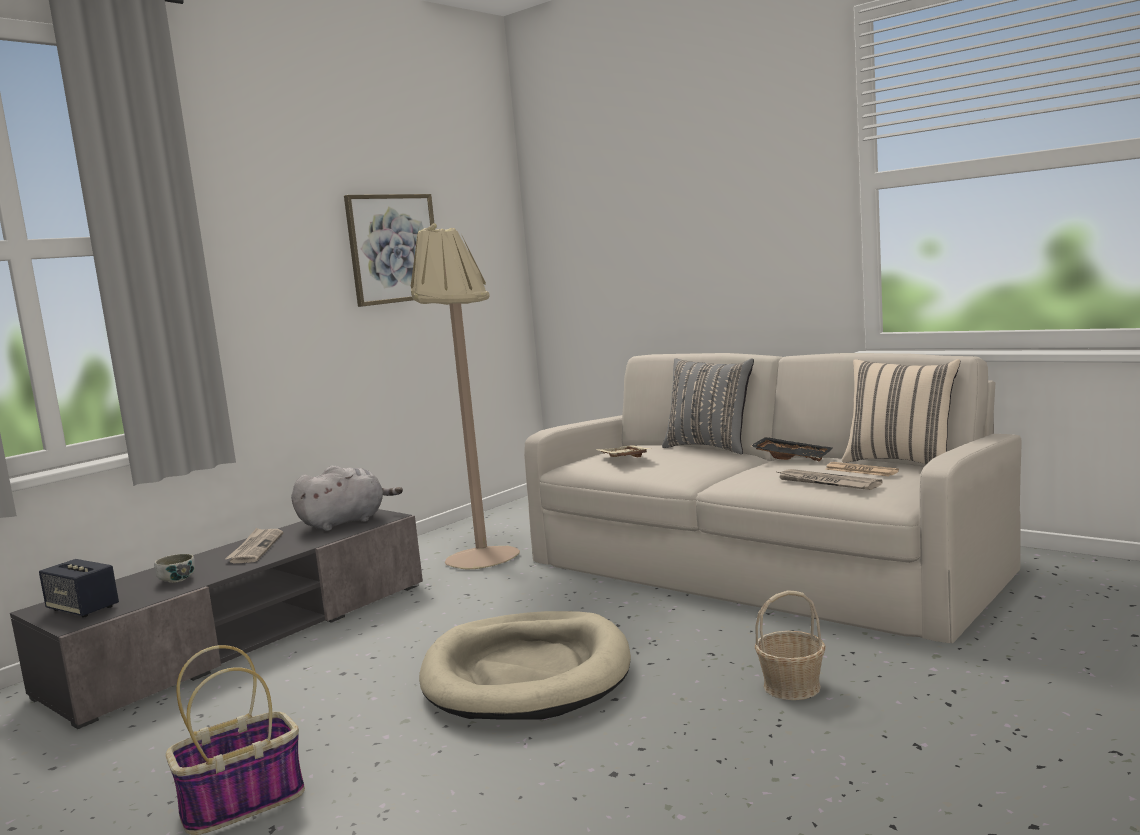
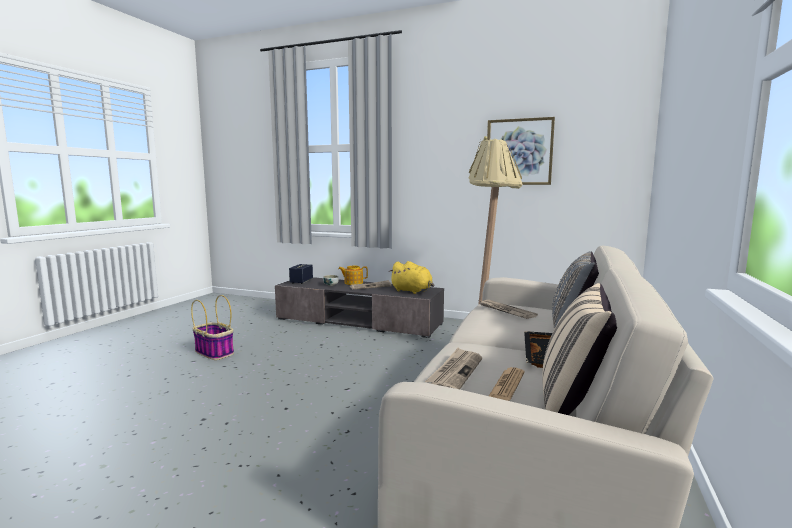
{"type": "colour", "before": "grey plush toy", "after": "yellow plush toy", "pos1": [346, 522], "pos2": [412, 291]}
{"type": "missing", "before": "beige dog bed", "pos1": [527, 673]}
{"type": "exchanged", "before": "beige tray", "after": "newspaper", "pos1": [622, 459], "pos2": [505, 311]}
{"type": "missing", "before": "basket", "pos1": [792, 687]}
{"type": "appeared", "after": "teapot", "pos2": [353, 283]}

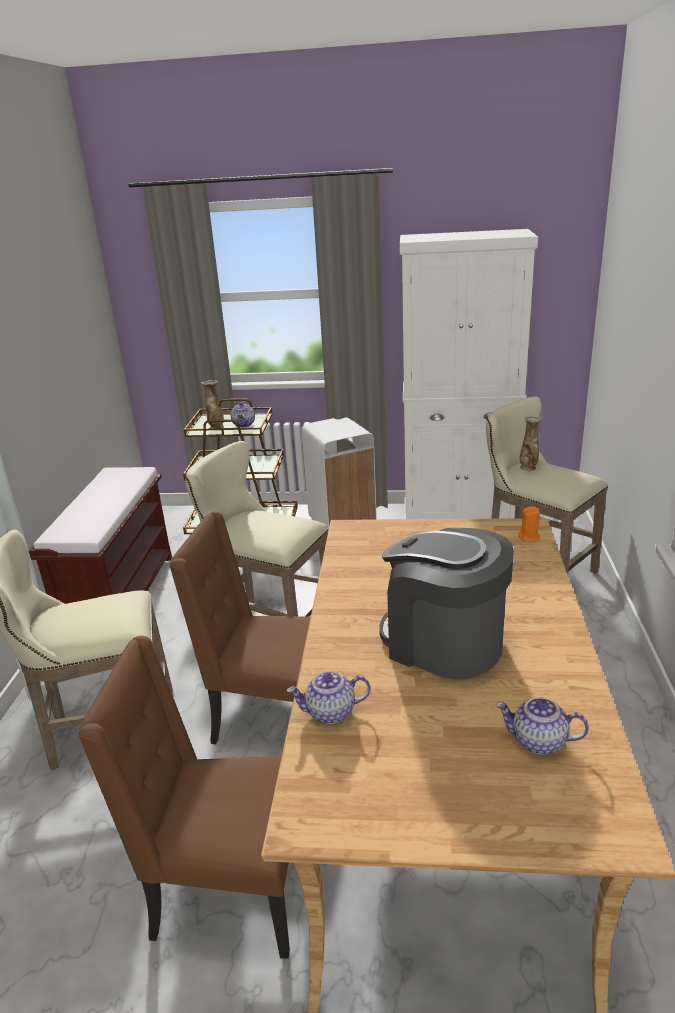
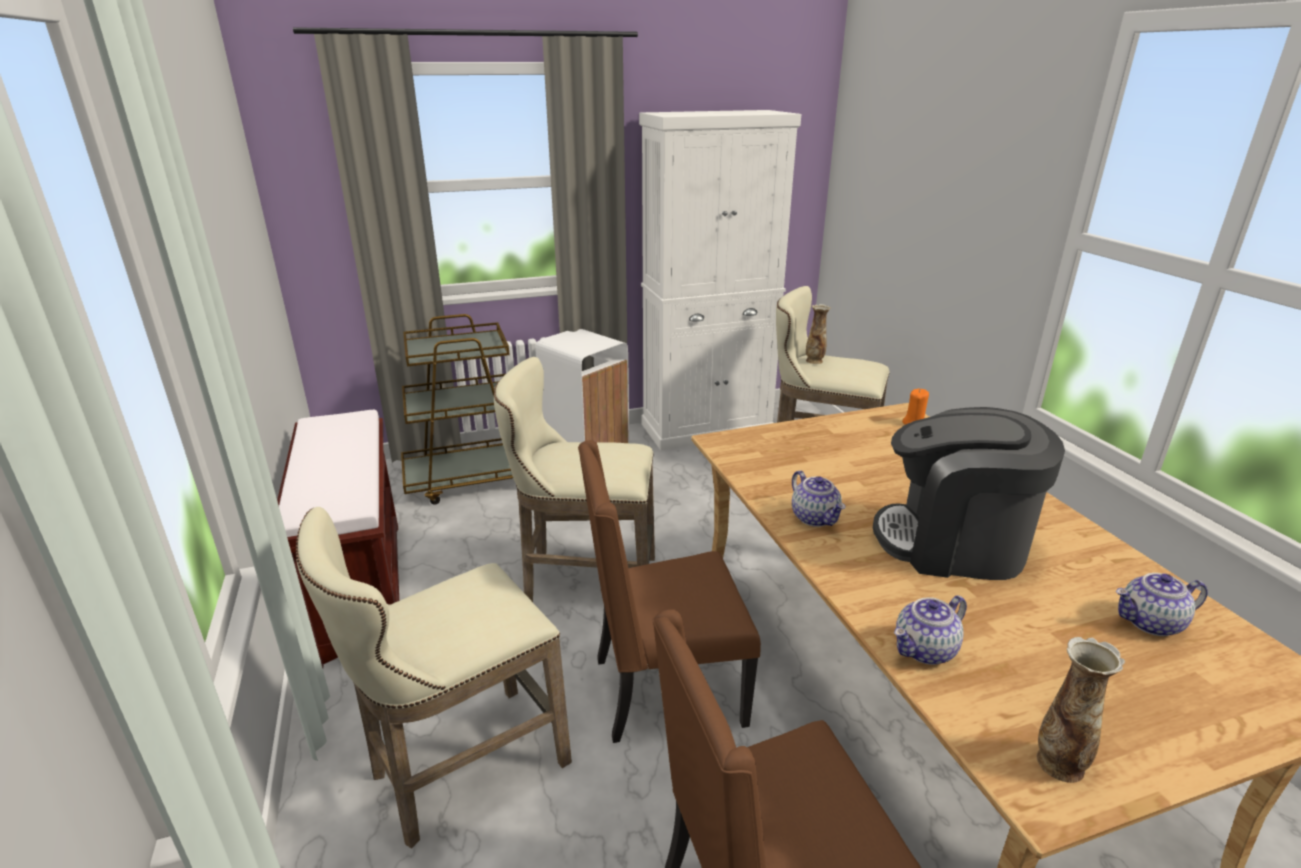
{"type": "relocated", "before": "vase", "pos1": [216, 427], "pos2": [1058, 764]}
{"type": "relocated", "before": "teapot", "pos1": [244, 424], "pos2": [815, 518]}

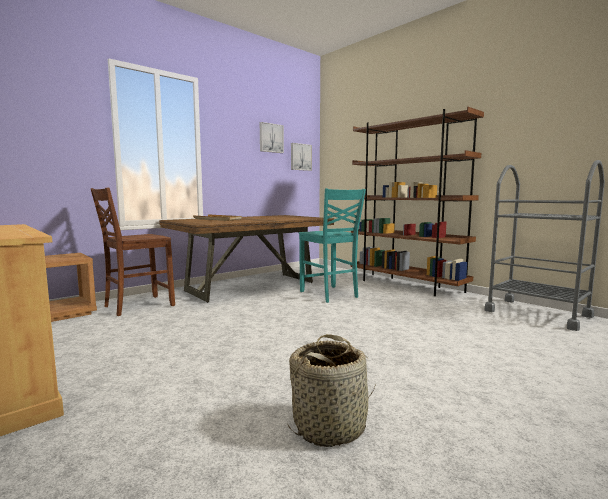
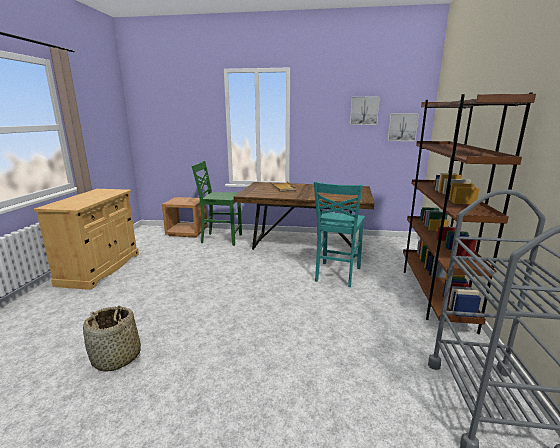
{"type": "colour", "before": "brown chair", "after": "green chair", "pos1": [137, 306], "pos2": [221, 239]}

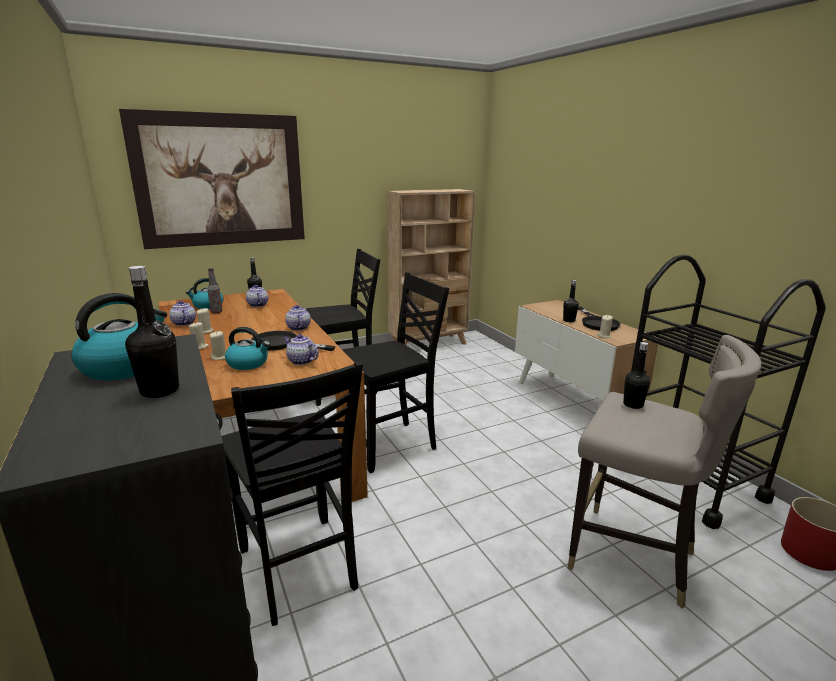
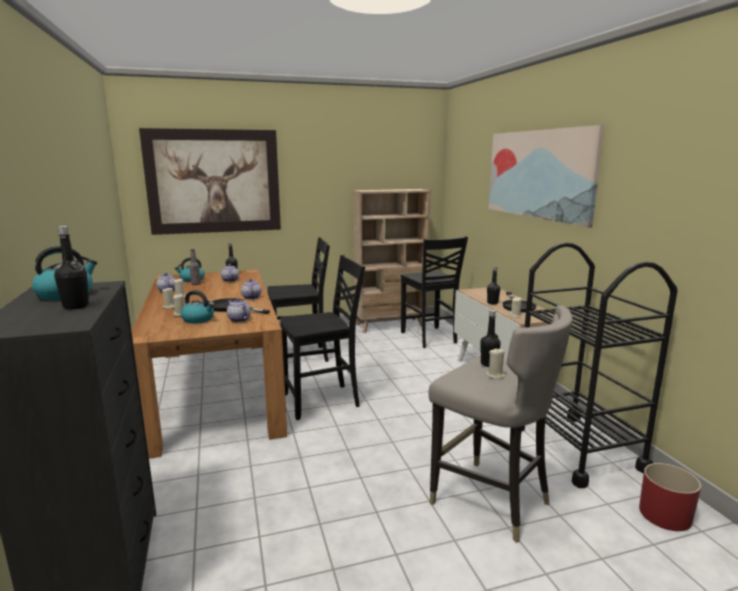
{"type": "relocated", "before": "black chair", "pos1": [299, 570], "pos2": [429, 338]}
{"type": "appeared", "after": "beige candle", "pos2": [495, 375]}
{"type": "appeared", "after": "picture", "pos2": [538, 174]}

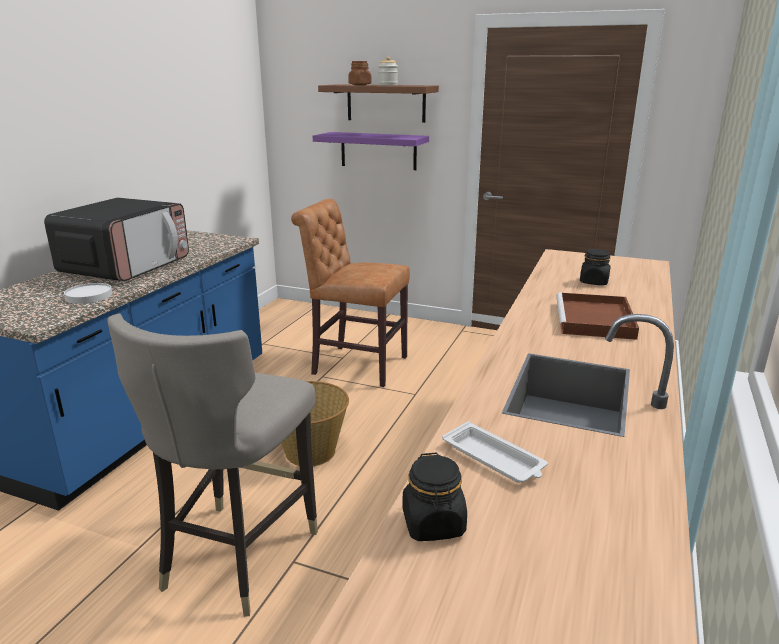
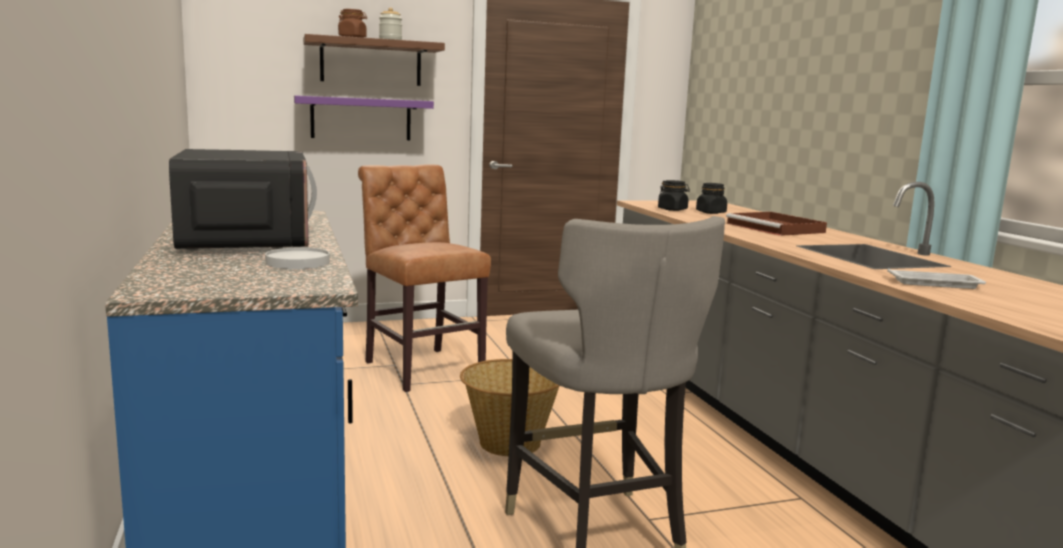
{"type": "spun", "before": "brown chair", "pos1": [355, 365], "pos2": [421, 367], "turn": 75}
{"type": "relocated", "before": "black jar", "pos1": [433, 524], "pos2": [672, 209]}

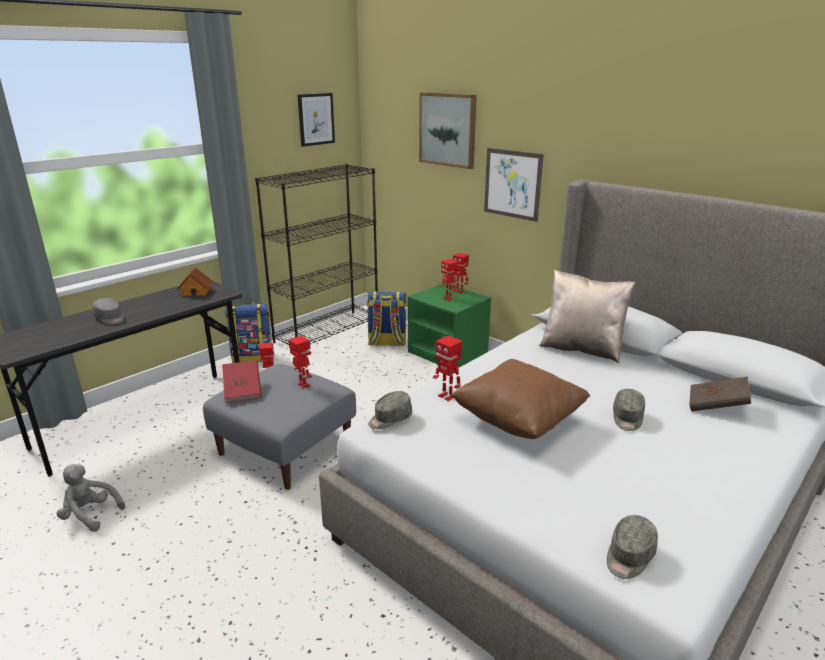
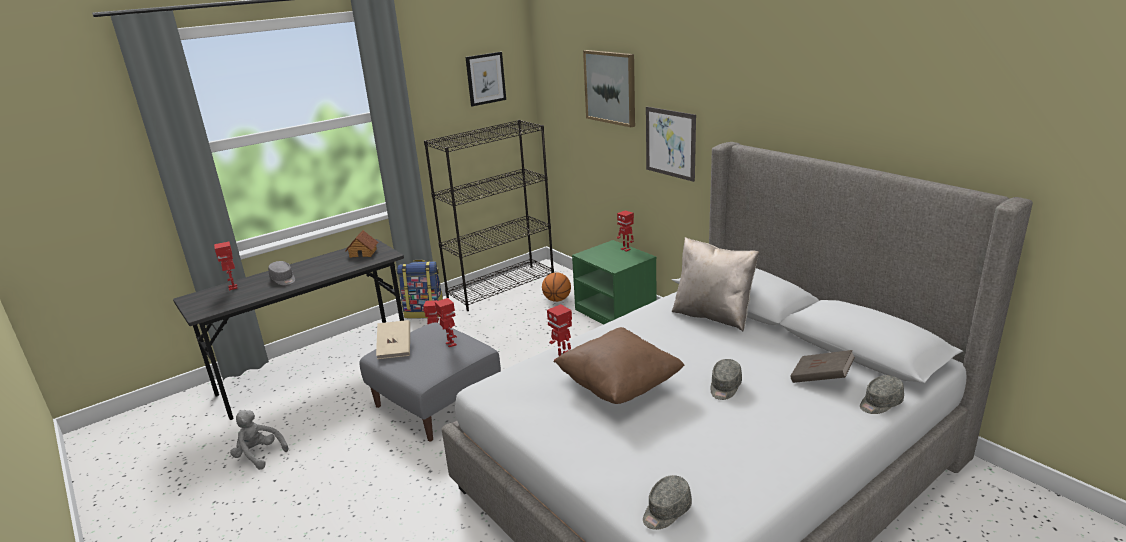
{"type": "colour", "before": "red book", "after": "beige book", "pos1": [243, 391], "pos2": [395, 348]}
{"type": "exchanged", "before": "backpack", "after": "basketball", "pos1": [387, 343], "pos2": [557, 300]}
{"type": "relocated", "before": "grey cap", "pos1": [389, 419], "pos2": [880, 403]}
{"type": "relocated", "before": "toy robot", "pos1": [448, 298], "pos2": [233, 287]}

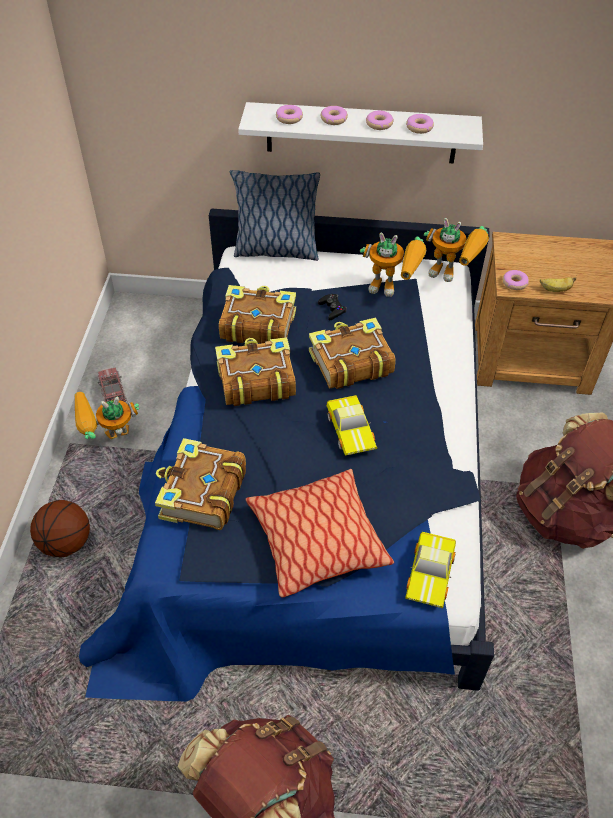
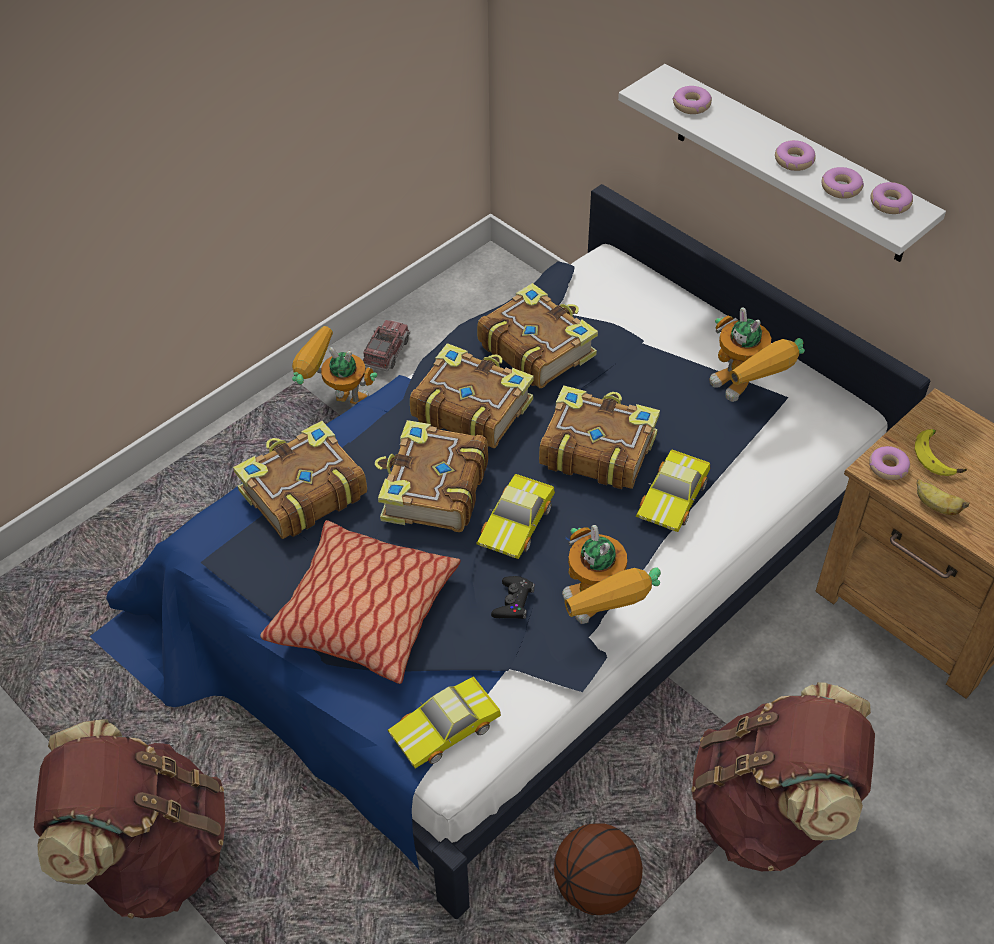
{"type": "relocated", "before": "basketball", "pos1": [66, 542], "pos2": [596, 885]}
{"type": "missing", "before": "pillow", "pos1": [275, 250]}
{"type": "relocated", "before": "black game controller", "pos1": [332, 309], "pos2": [513, 602]}
{"type": "relocated", "before": "donut", "pos1": [333, 119], "pos2": [890, 203]}
{"type": "relocated", "before": "toy robot", "pos1": [453, 274], "pos2": [599, 614]}
{"type": "appeared", "after": "book", "pos2": [432, 490]}
{"type": "appeared", "after": "toy car", "pos2": [674, 498]}
{"type": "appeared", "after": "banana", "pos2": [938, 457]}

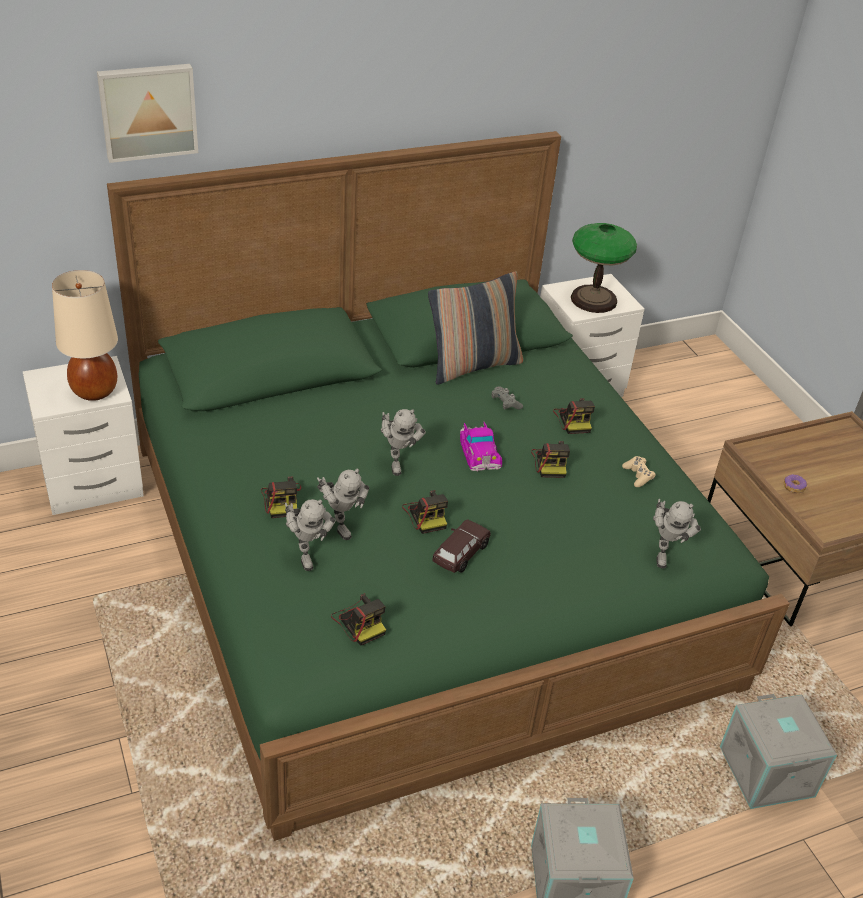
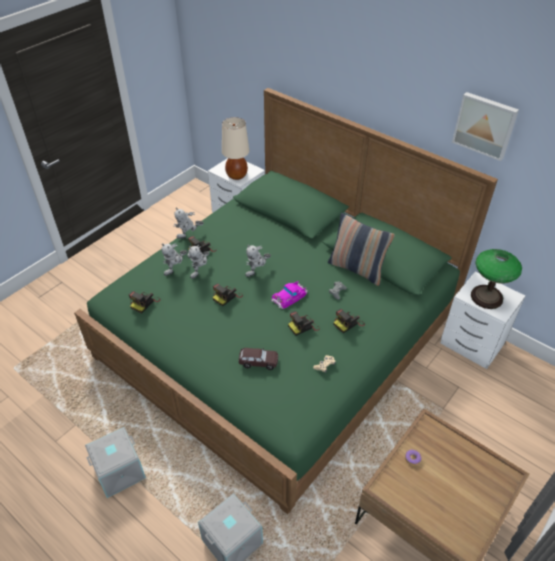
{"type": "relocated", "before": "picture", "pos1": [148, 111], "pos2": [485, 125]}
{"type": "relocated", "before": "brown toy car", "pos1": [460, 554], "pos2": [258, 362]}
{"type": "relocated", "before": "toy robot", "pos1": [664, 552], "pos2": [189, 237]}

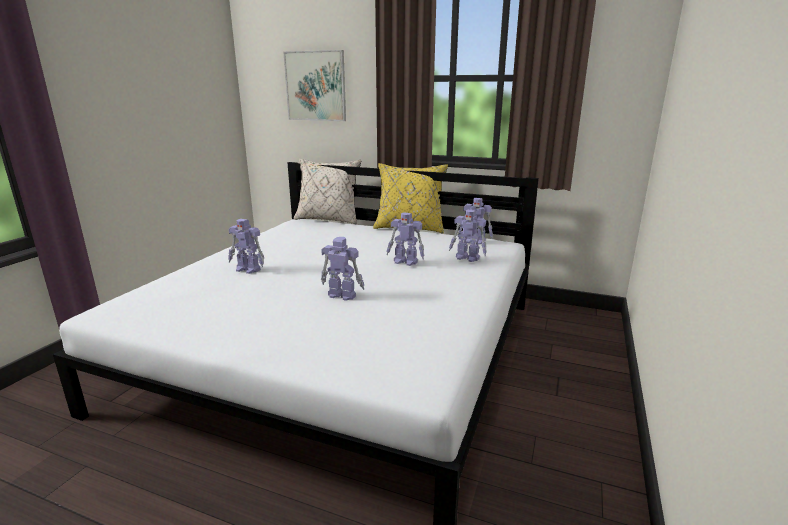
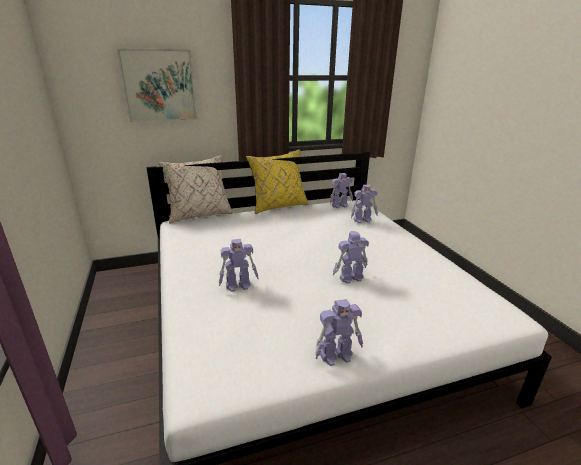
{"type": "relocated", "before": "toy robot", "pos1": [406, 262], "pos2": [337, 356]}

